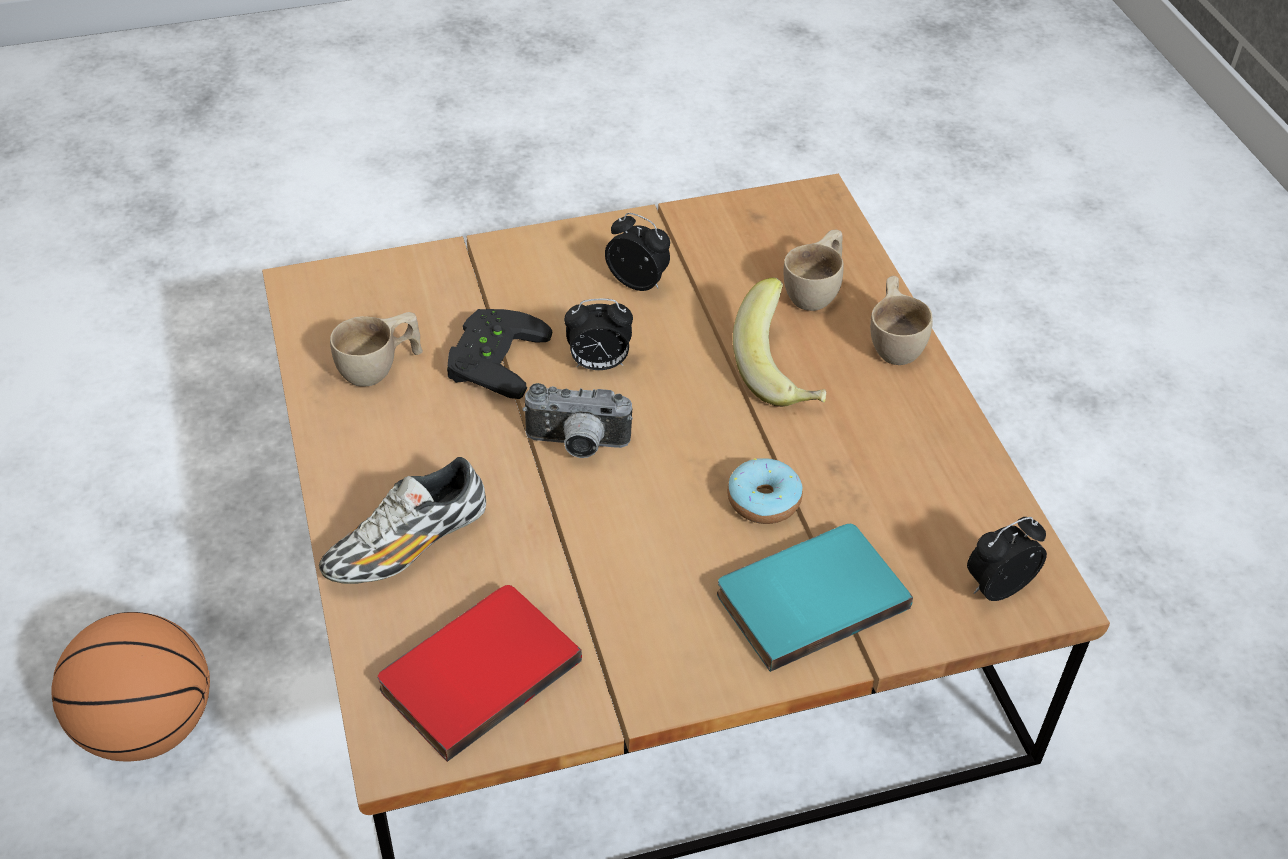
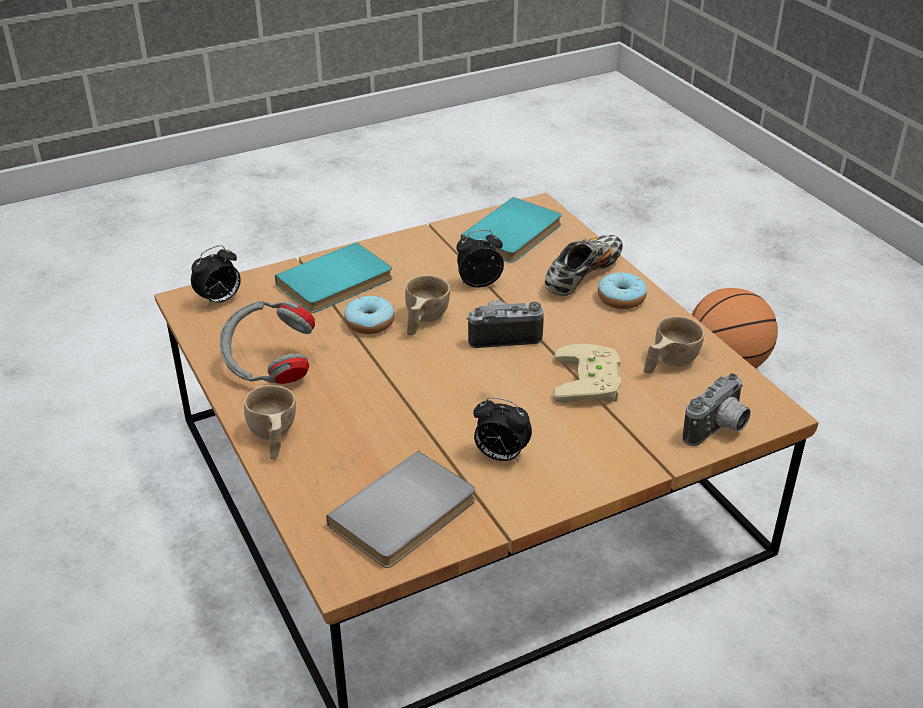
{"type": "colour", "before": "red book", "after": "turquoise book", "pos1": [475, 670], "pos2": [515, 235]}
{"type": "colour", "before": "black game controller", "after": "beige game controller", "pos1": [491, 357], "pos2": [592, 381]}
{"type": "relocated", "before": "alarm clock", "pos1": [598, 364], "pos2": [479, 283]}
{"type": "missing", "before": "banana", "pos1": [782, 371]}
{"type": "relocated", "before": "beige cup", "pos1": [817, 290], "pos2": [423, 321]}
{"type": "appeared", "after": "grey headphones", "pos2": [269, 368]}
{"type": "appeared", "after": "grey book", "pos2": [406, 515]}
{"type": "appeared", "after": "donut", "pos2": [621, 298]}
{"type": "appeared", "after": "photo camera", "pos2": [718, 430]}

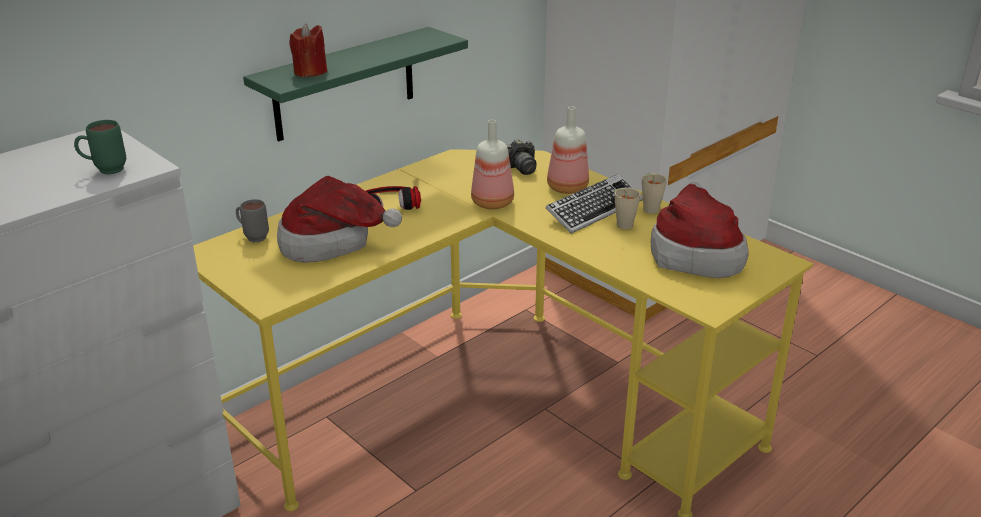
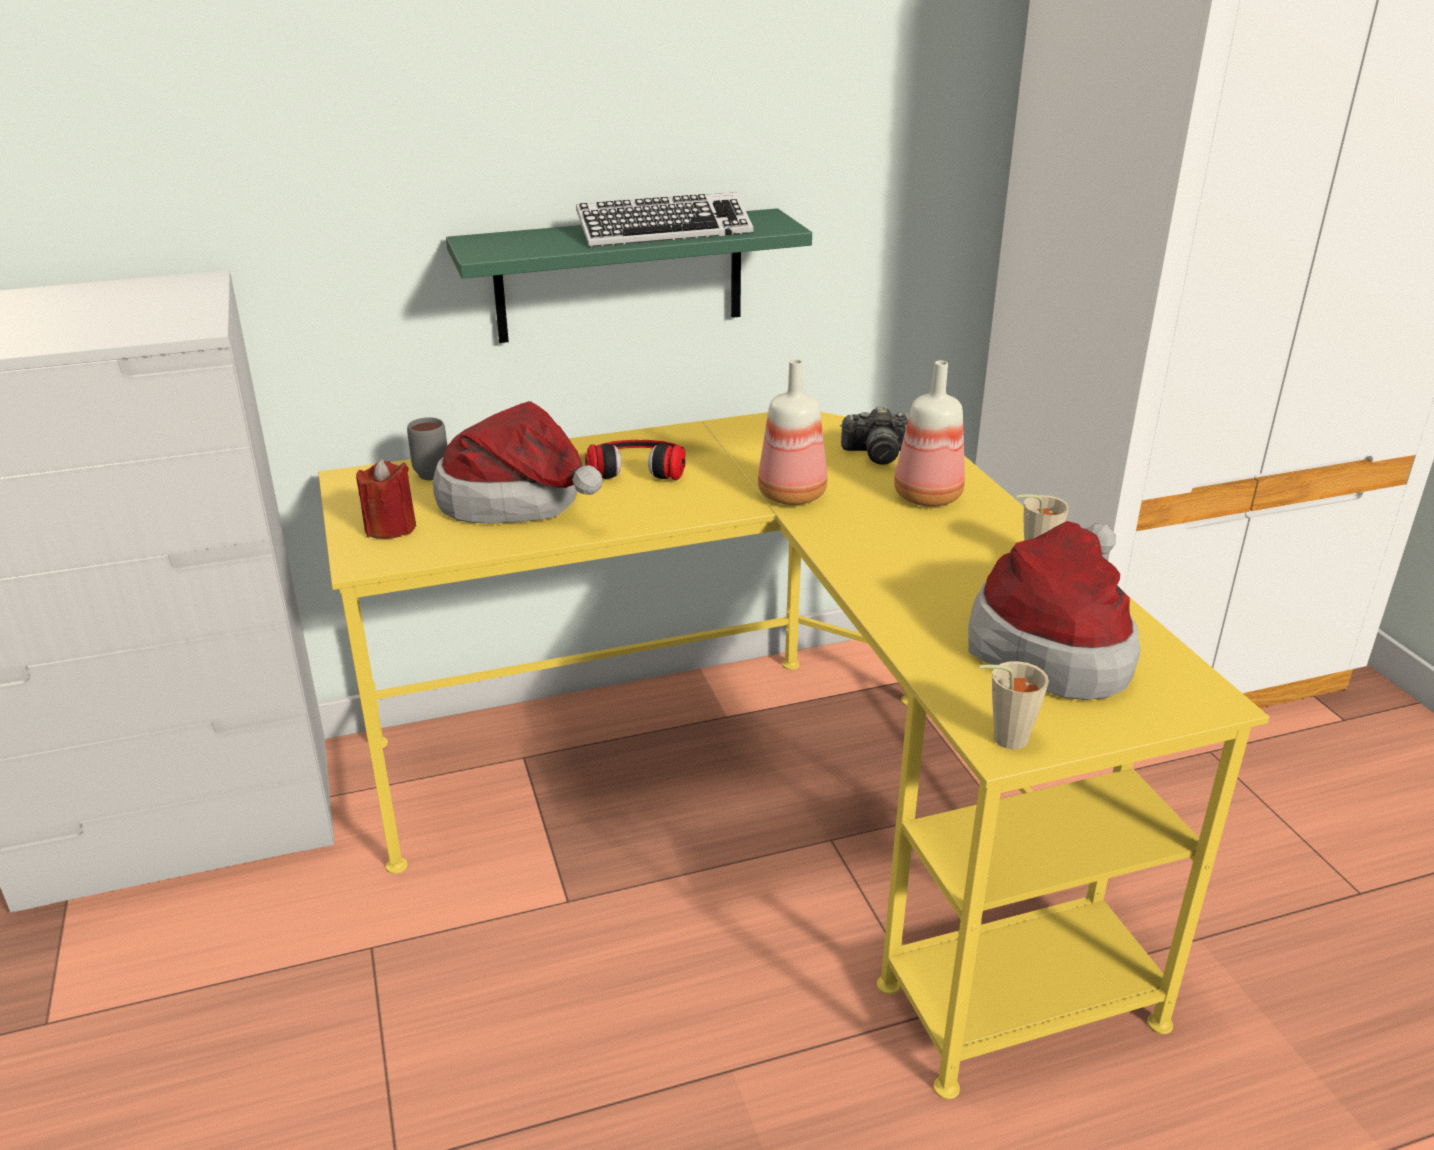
{"type": "missing", "before": "green mug", "pos1": [105, 170]}
{"type": "relocated", "before": "red candle", "pos1": [310, 72], "pos2": [390, 528]}
{"type": "relocated", "before": "keyboard", "pos1": [594, 209], "pos2": [664, 232]}
{"type": "relocated", "before": "beige cup", "pos1": [621, 226], "pos2": [1002, 739]}

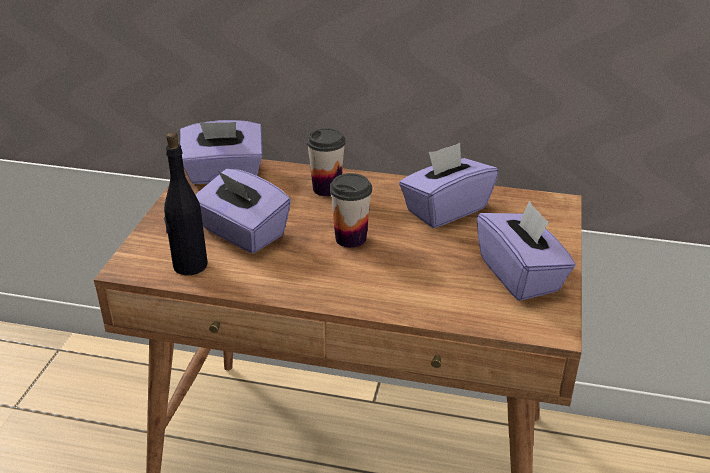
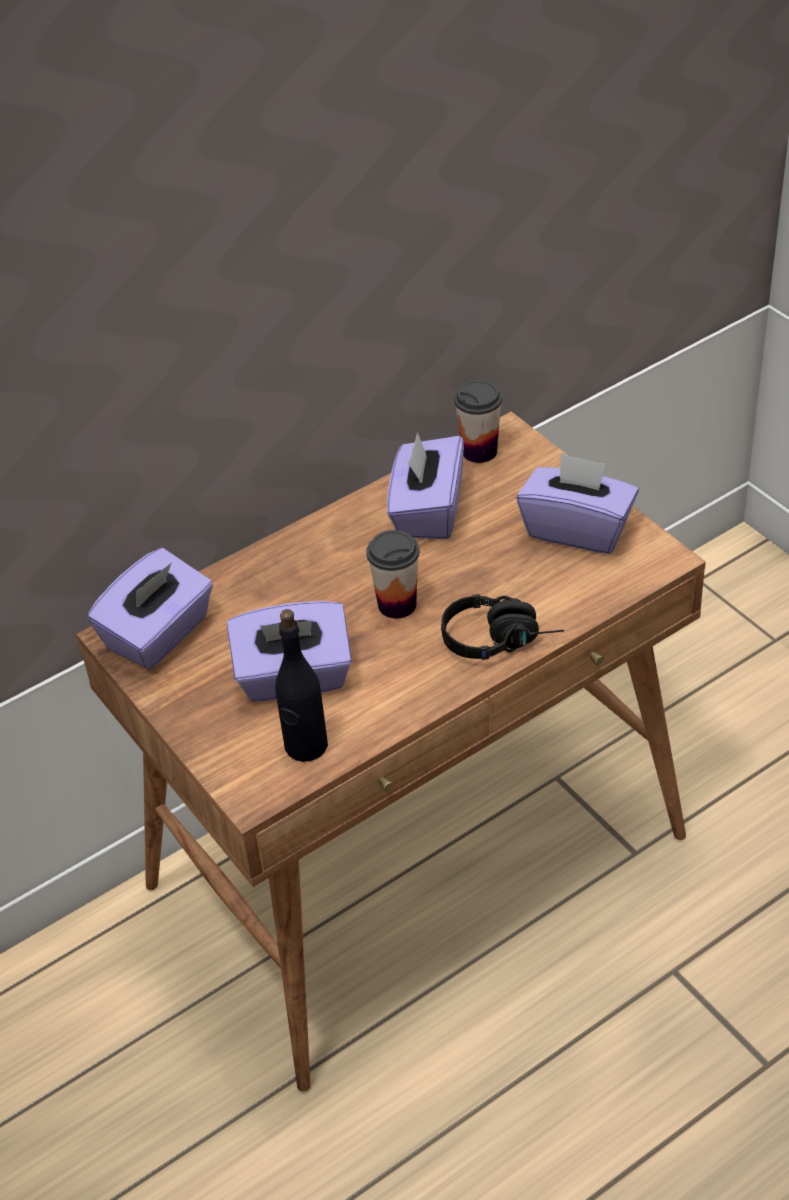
{"type": "relocated", "before": "cup", "pos1": [327, 188], "pos2": [479, 451]}
{"type": "appeared", "after": "black headphones", "pos2": [501, 639]}

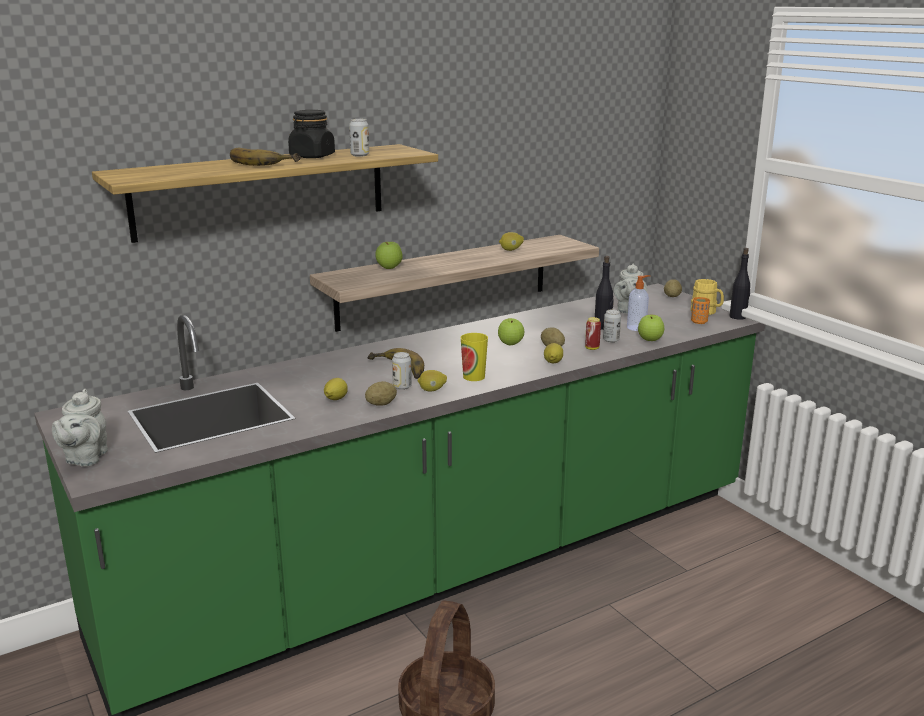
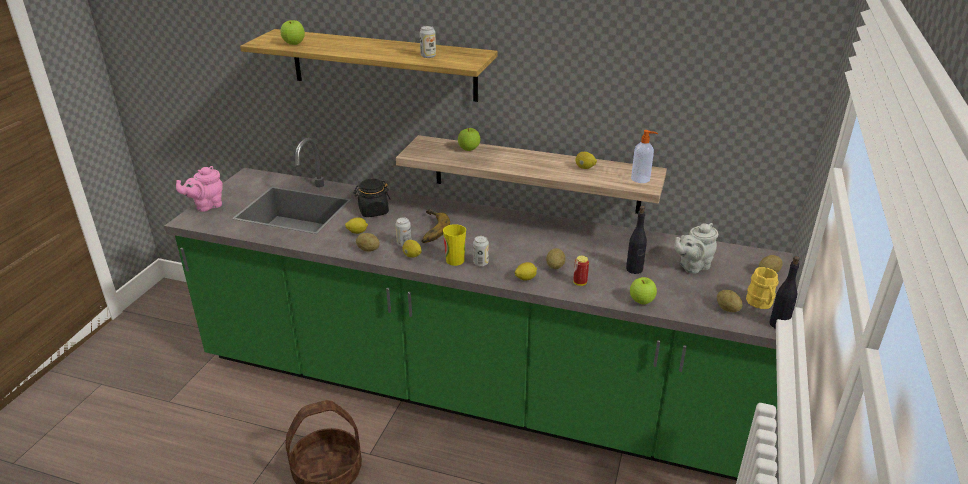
{"type": "colour", "before": "grey teapot", "after": "pink teapot", "pos1": [85, 458], "pos2": [206, 206]}
{"type": "missing", "before": "banana", "pos1": [263, 162]}
{"type": "relocated", "before": "black jar", "pos1": [312, 156], "pos2": [373, 211]}
{"type": "relocated", "before": "apple", "pos1": [510, 344], "pos2": [294, 44]}
{"type": "relocated", "before": "can", "pos1": [611, 340], "pos2": [481, 263]}
{"type": "relocated", "before": "soap dispenser", "pos1": [637, 327], "pos2": [641, 179]}
{"type": "exchanged", "before": "orange cup", "after": "potato", "pos1": [699, 322], "pos2": [727, 309]}

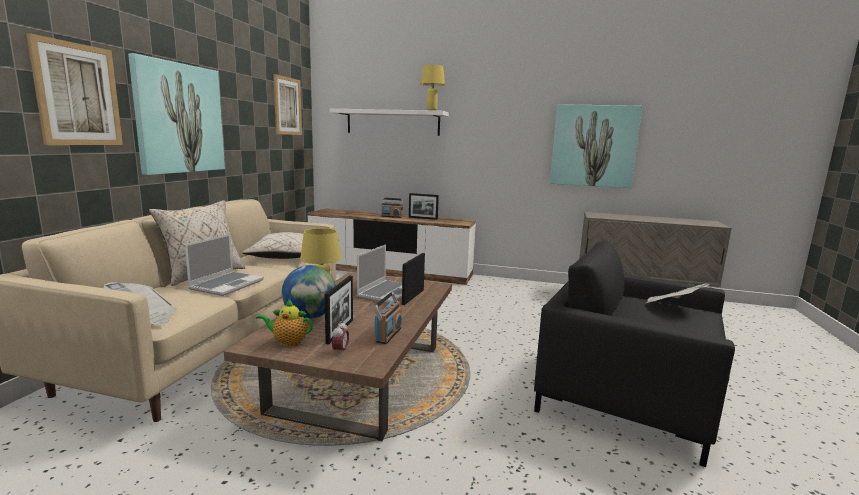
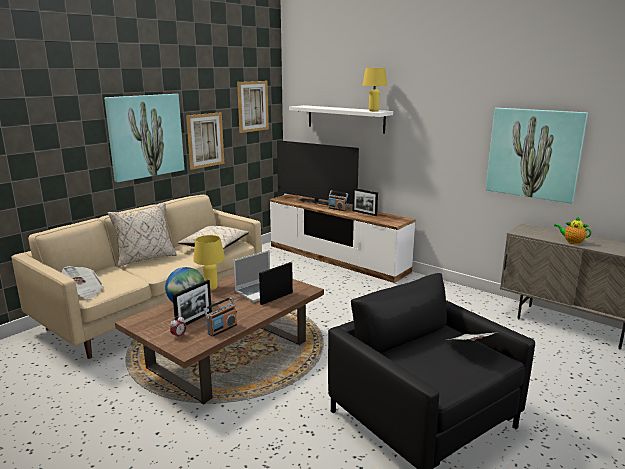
{"type": "relocated", "before": "picture", "pos1": [78, 95], "pos2": [205, 140]}
{"type": "missing", "before": "laptop", "pos1": [227, 284]}
{"type": "relocated", "before": "teapot", "pos1": [288, 342], "pos2": [572, 242]}
{"type": "appeared", "after": "television", "pos2": [316, 202]}

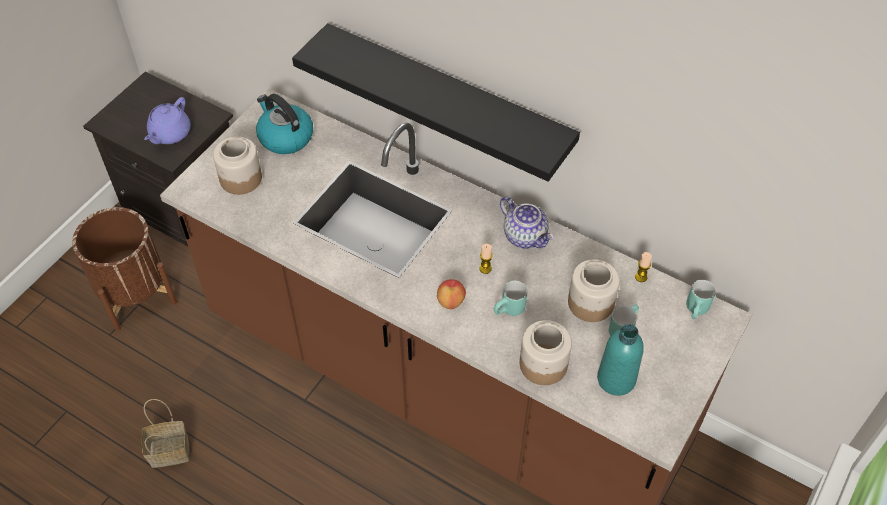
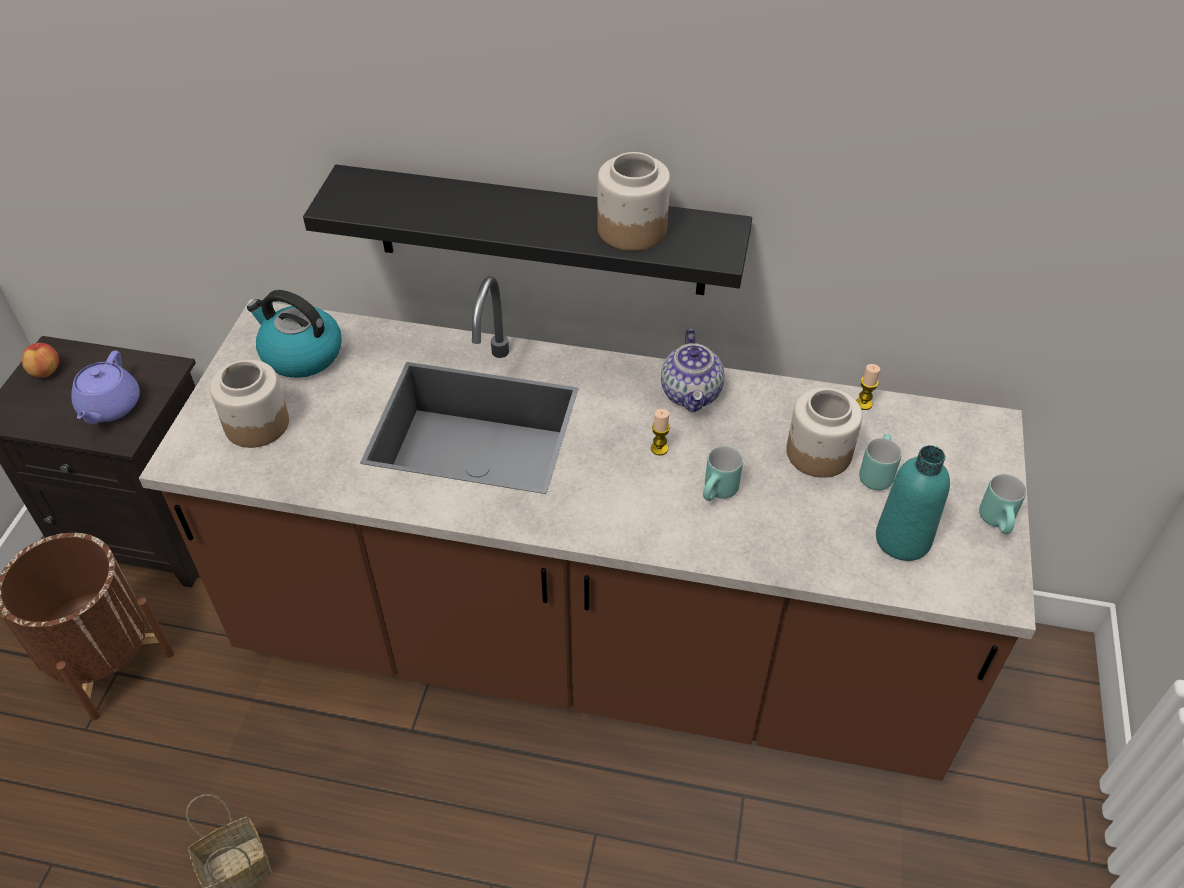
{"type": "relocated", "before": "apple", "pos1": [451, 301], "pos2": [46, 371]}
{"type": "spun", "before": "teapot", "pos1": [525, 236], "pos2": [692, 394], "turn": 60}
{"type": "relocated", "before": "jar", "pos1": [542, 364], "pos2": [631, 229]}
{"type": "relocated", "before": "turquoise mug", "pos1": [697, 311], "pos2": [1000, 522]}

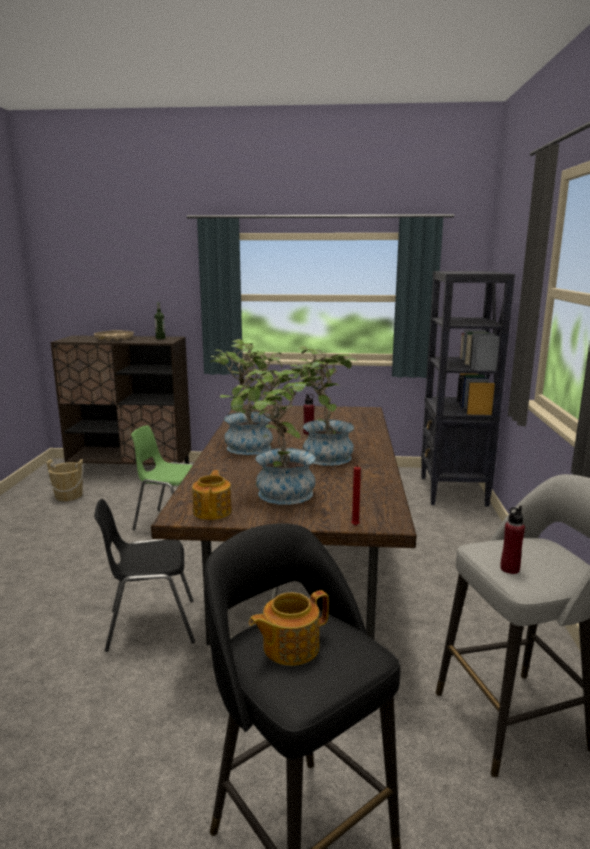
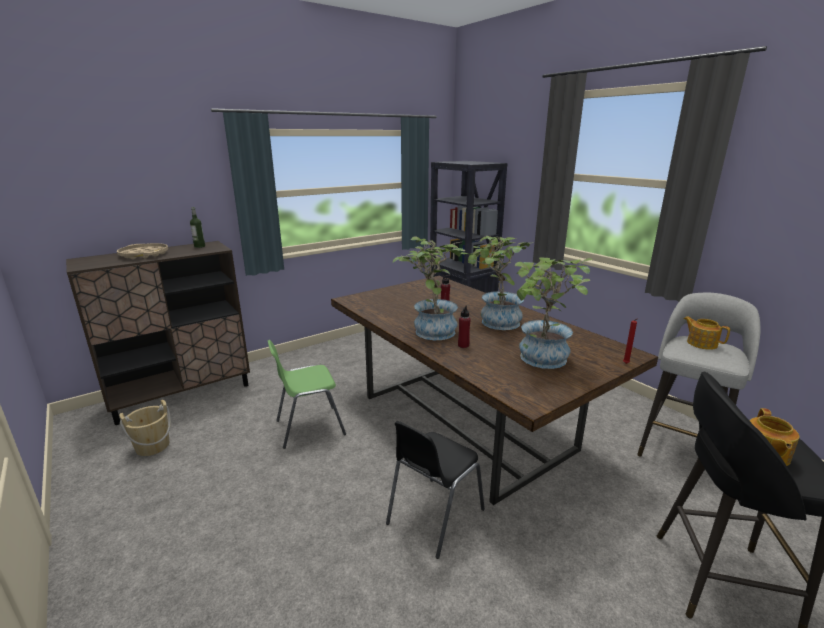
{"type": "relocated", "before": "teapot", "pos1": [213, 511], "pos2": [701, 343]}
{"type": "relocated", "before": "red bottle", "pos1": [509, 569], "pos2": [463, 345]}

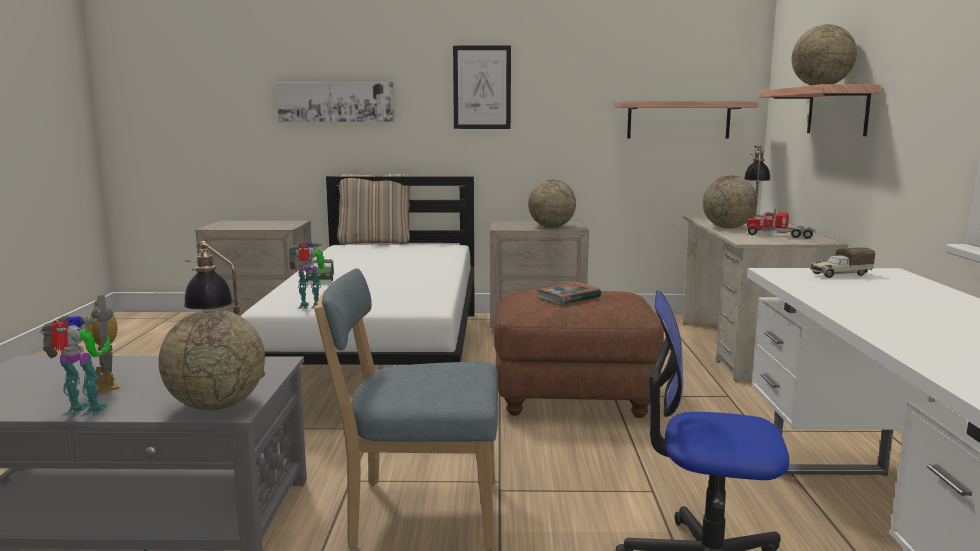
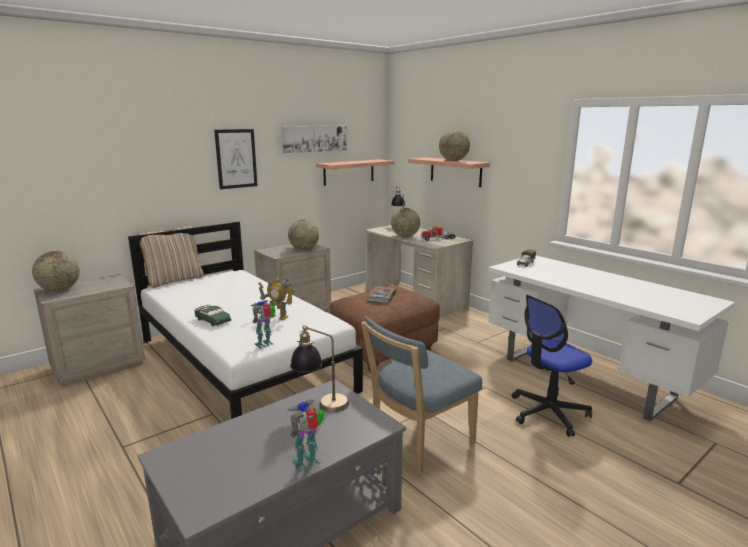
{"type": "relocated", "before": "toy robot", "pos1": [106, 384], "pos2": [277, 317]}
{"type": "relocated", "before": "globe", "pos1": [217, 405], "pos2": [60, 290]}
{"type": "relocated", "before": "picture", "pos1": [336, 102], "pos2": [314, 138]}

